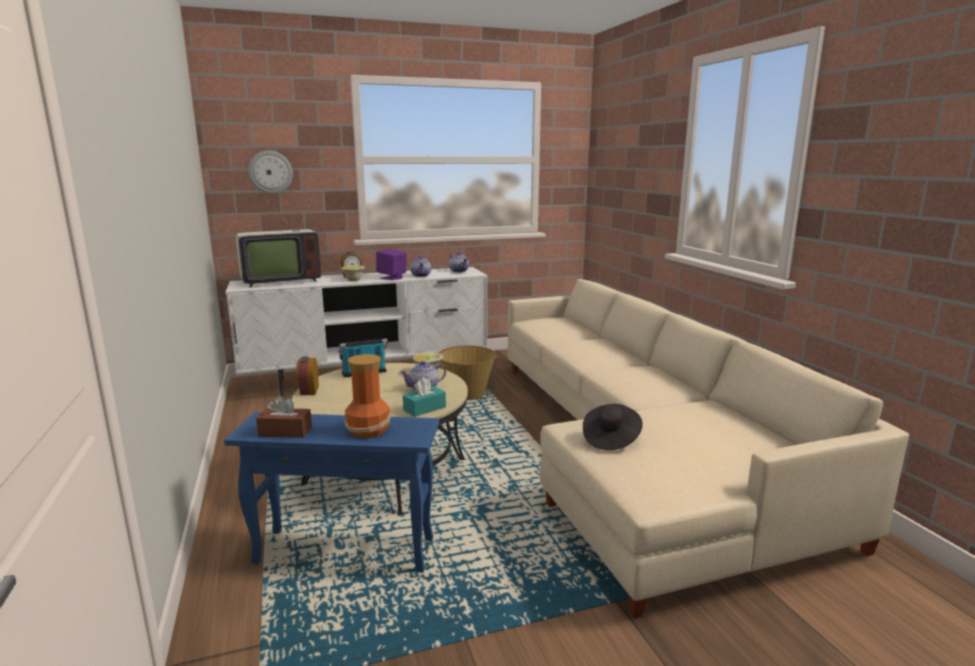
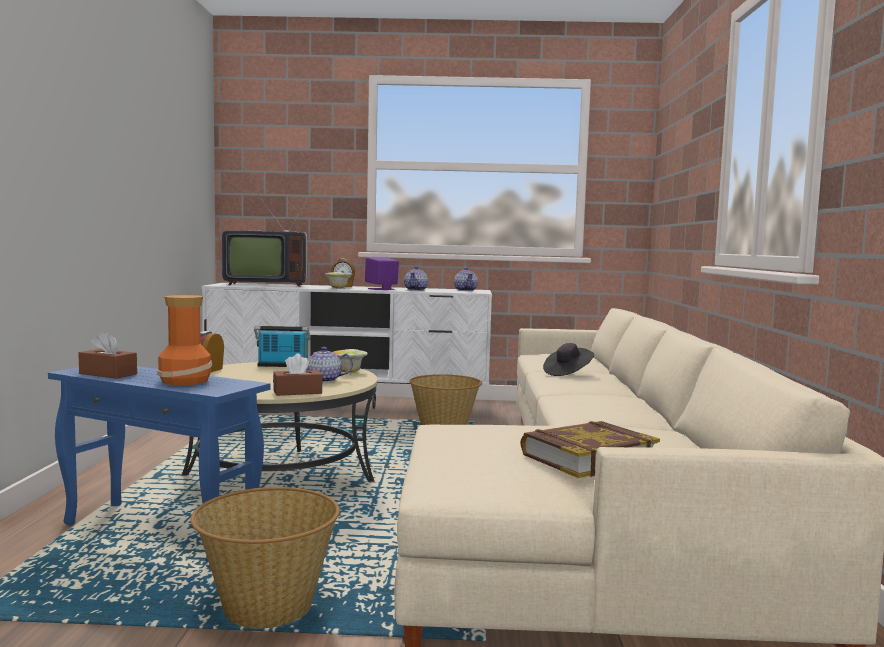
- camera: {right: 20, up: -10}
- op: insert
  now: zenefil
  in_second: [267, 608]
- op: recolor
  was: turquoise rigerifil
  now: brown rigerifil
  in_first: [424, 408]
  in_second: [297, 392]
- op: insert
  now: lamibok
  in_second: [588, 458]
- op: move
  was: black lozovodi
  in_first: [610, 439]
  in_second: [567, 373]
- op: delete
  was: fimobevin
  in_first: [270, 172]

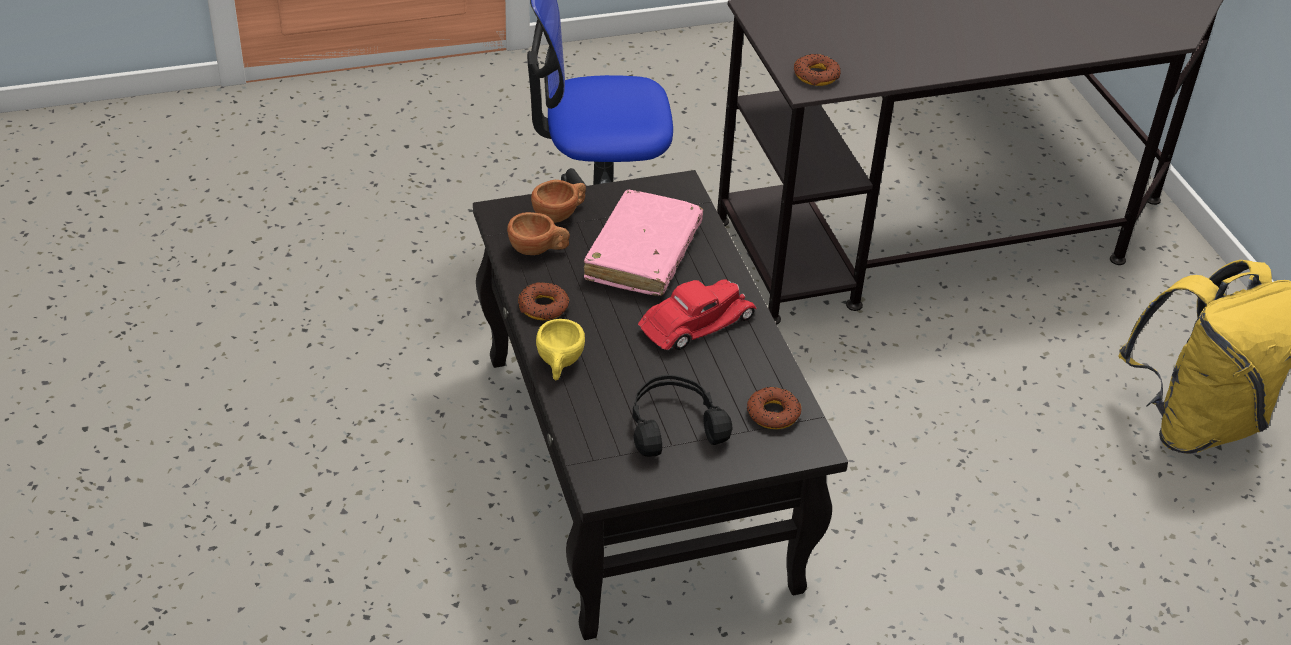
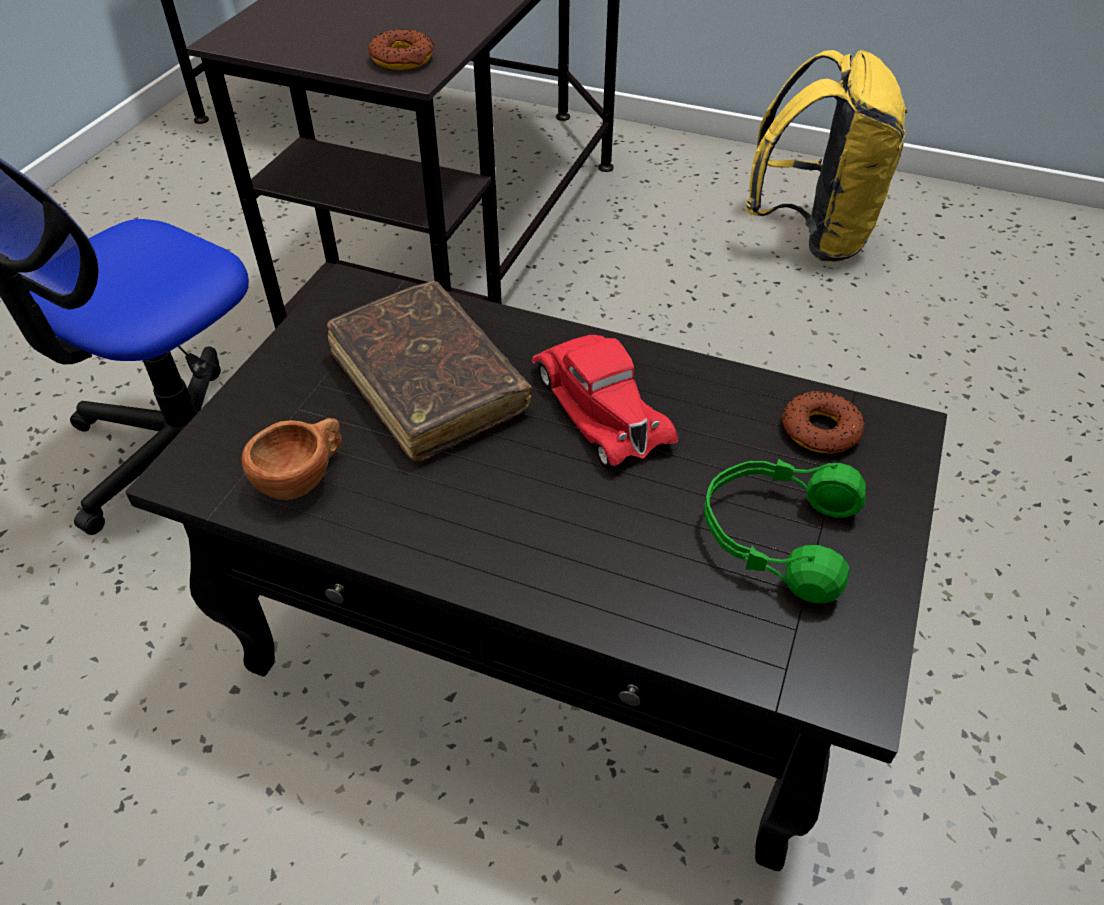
- camera: {right: -50, up: 5}
- op: recolor
  was: pink lamibok
  now: brown lamibok
  in_first: [643, 254]
  in_second: [428, 383]
- op: rotate
  was: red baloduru
  in_first: [696, 323]
  in_second: [600, 407]
  clockwise: 150
- op: recolor
  was: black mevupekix
  now: green mevupekix
  in_first: [673, 425]
  in_second: [775, 535]
- op: delete
  was: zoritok
  in_first: [543, 307]
- op: delete
  was: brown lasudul
  in_first: [560, 214]
- op: delete
  was: yellow lasudul
  in_first: [559, 364]

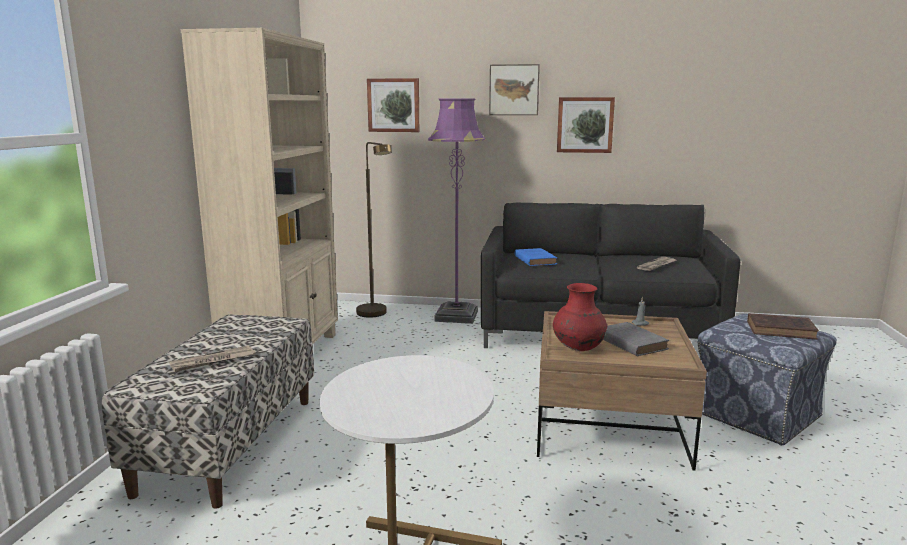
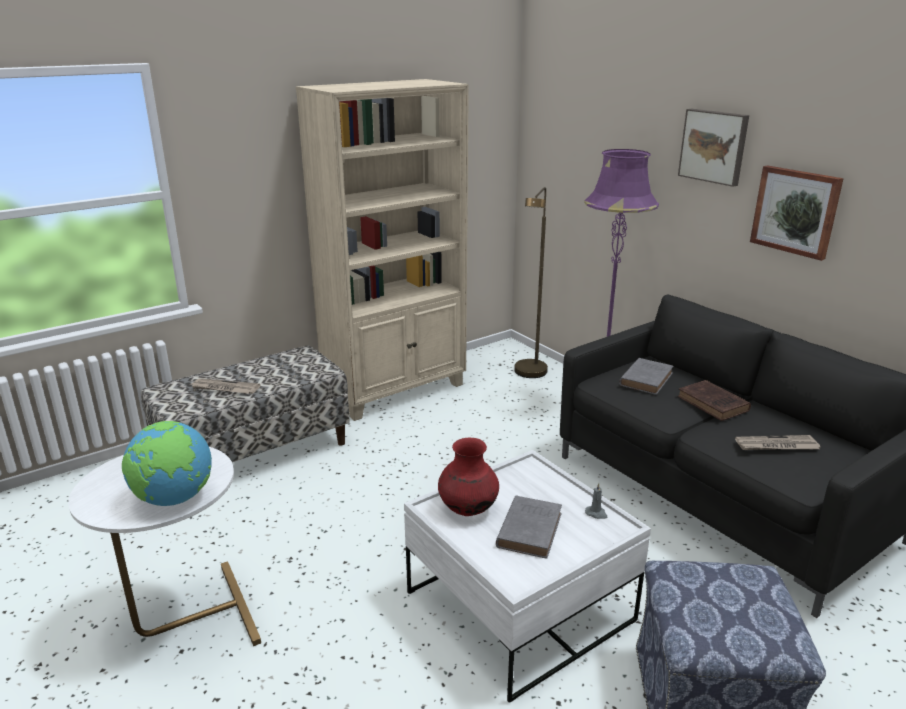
- camera: {right: 45, up: 10}
- op: insert
  now: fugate
  in_second: [174, 498]
- op: recolor
  was: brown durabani
  now: white durabani
  in_first: [609, 426]
  in_second: [520, 606]
- op: recolor
  was: blue lamibok
  now: grey lamibok
  in_first: [534, 260]
  in_second: [646, 379]
- op: move
  was: brown lamibok
  in_first: [782, 330]
  in_second: [714, 404]
- op: delete
  was: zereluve
  in_first: [394, 105]

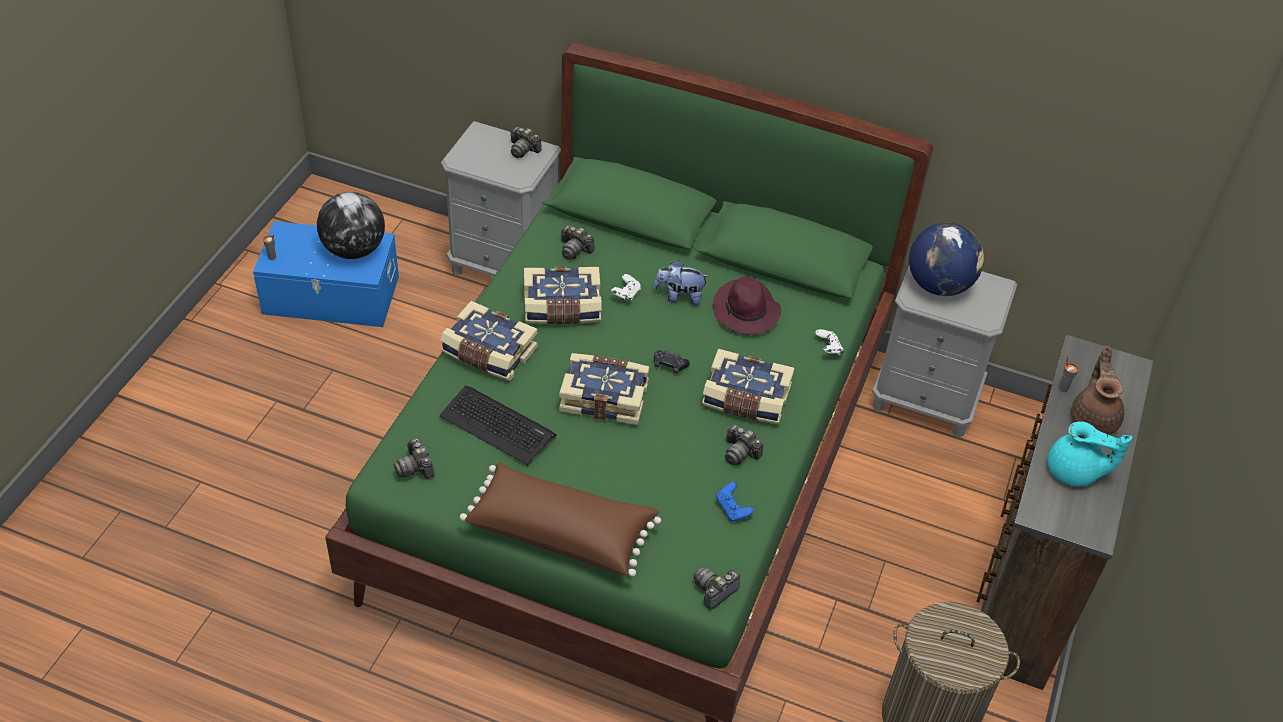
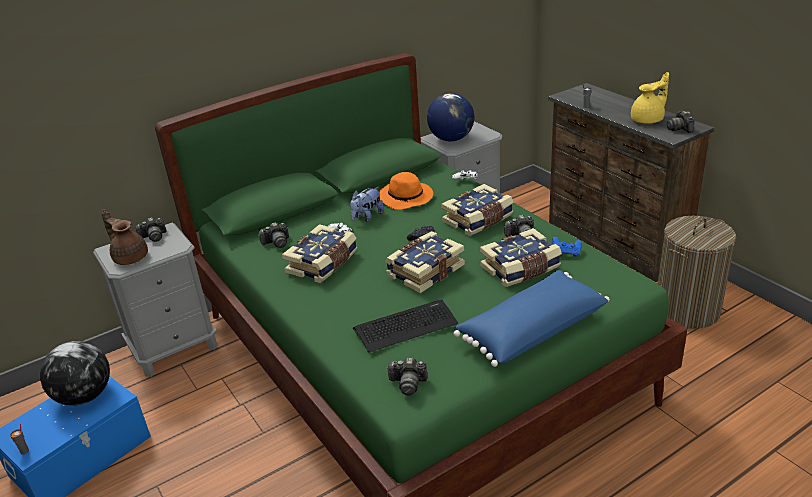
- camera: {right: -50, up: -15}
- op: move
  was: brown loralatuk
  in_first: [1094, 418]
  in_second: [130, 257]
- op: recolor
  was: purple lozovodi
  now: orange lozovodi
  in_first: [746, 312]
  in_second: [407, 198]
- op: recolor
  was: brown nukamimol
  now: blue nukamimol
  in_first: [561, 530]
  in_second: [531, 330]
- op: move
  was: lamibok
  in_first: [488, 353]
  in_second: [521, 269]
- op: recolor
  was: turquoise loralatuk
  now: yellow loralatuk
  in_first: [1074, 472]
  in_second: [648, 120]
- op: move
  was: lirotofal
  in_first: [715, 591]
  in_second: [680, 128]

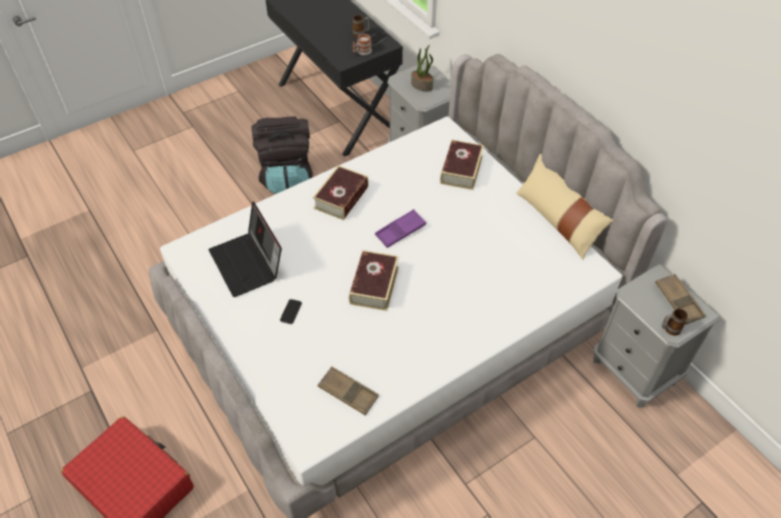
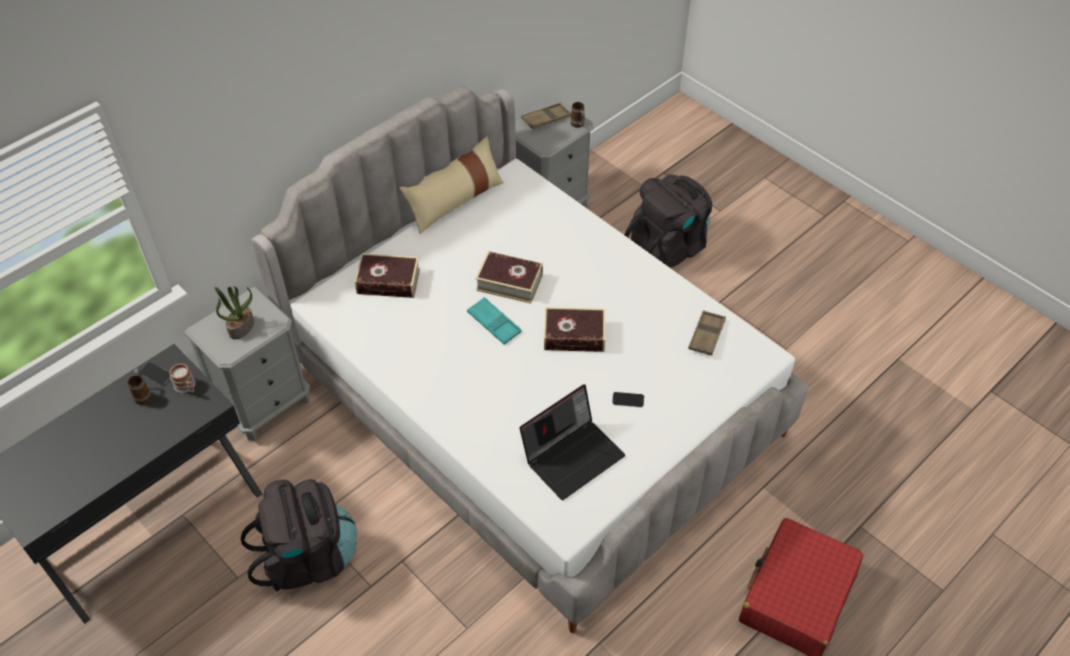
- camera: {right: -100, up: 0}
- op: recolor
  was: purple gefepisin
  now: turquoise gefepisin
  in_first: [400, 231]
  in_second: [494, 323]
- op: move
  was: lamibok
  in_first: [341, 197]
  in_second: [509, 282]
- op: insert
  now: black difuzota
  in_second: [668, 247]

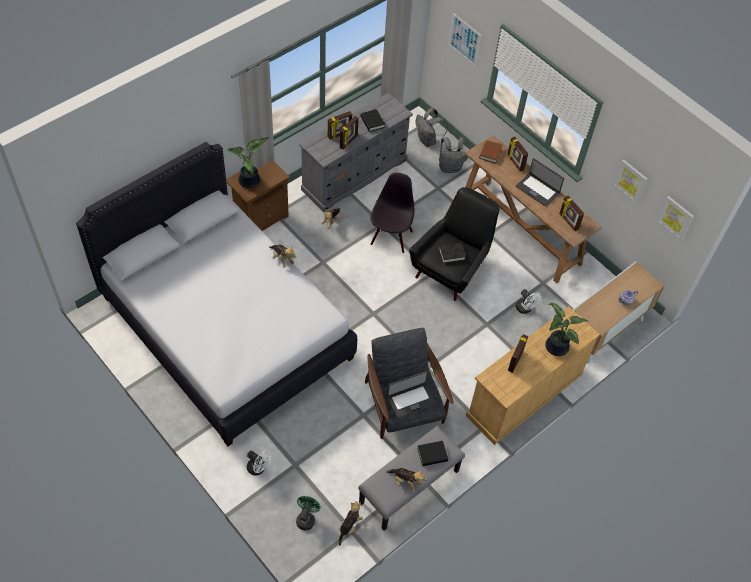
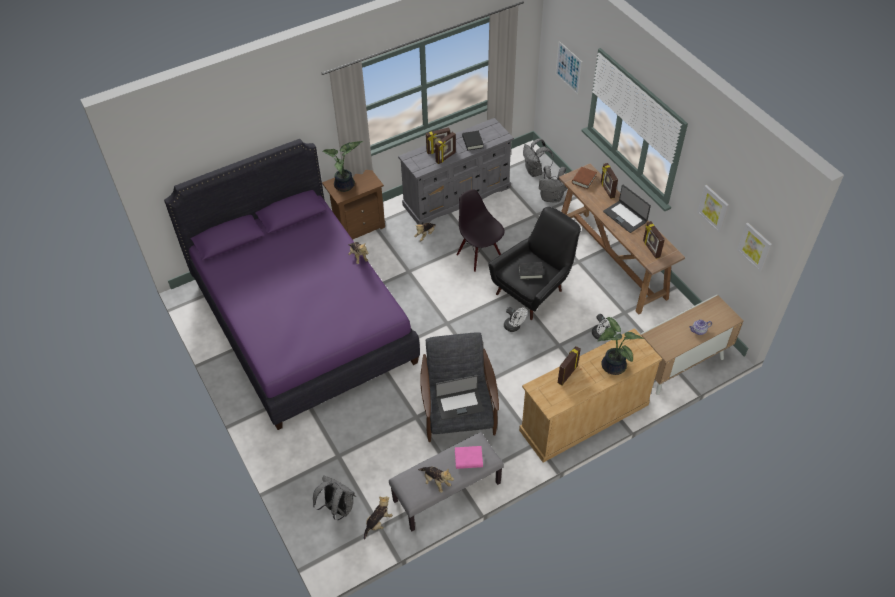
- camera: {right: 15, up: -5}
- op: recolor
  was: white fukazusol
  now: purple fukazusol
  in_first: [226, 327]
  in_second: [302, 321]
- op: replace
  was: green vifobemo
  now: grey difuzota
  in_first: [306, 518]
  in_second: [337, 508]
- op: recolor
  was: black lamibok
  now: pink lamibok
  in_first: [432, 455]
  in_second: [468, 459]
- op: rotate
  was: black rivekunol
  in_first: [390, 237]
  in_second: [479, 255]
  clockwise: -60
- op: move
  was: white vifobemo
  in_first: [258, 468]
  in_second: [514, 327]

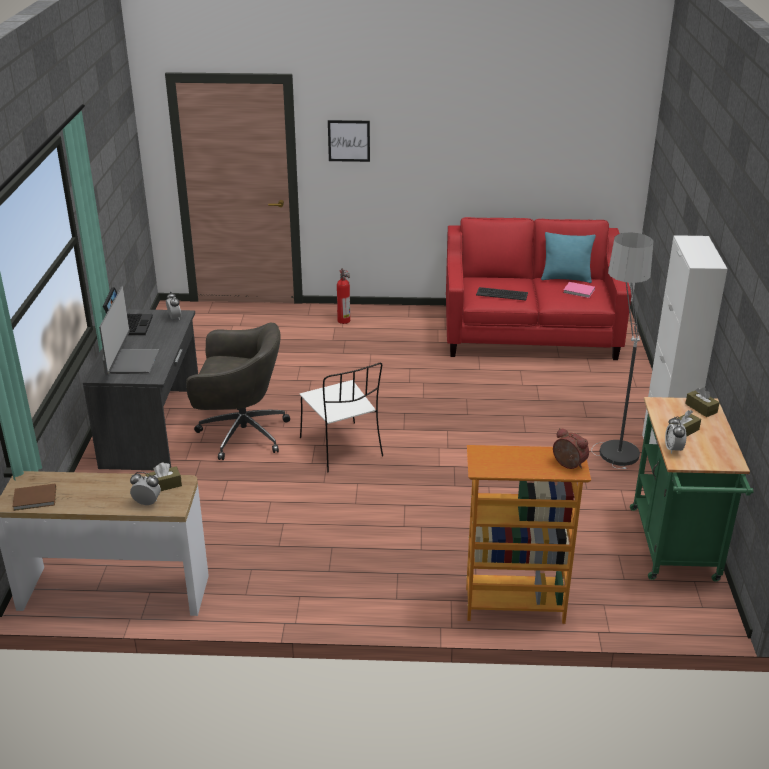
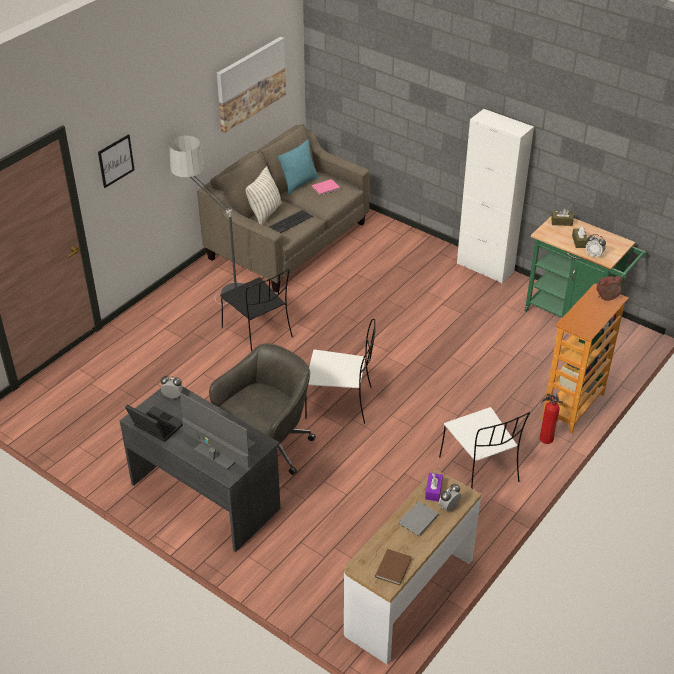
- camera: {right: -55, up: 10}
- op: move
  was: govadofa
  in_first: [612, 437]
  in_second: [217, 286]
- op: recolor
  was: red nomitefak
  now: beige nomitefak
  in_first: [530, 334]
  in_second: [288, 241]
- op: insert
  now: zereluve
  in_second: [250, 83]
- op: insert
  now: black rivekunol
  in_second: [258, 333]
- op: insert
  now: nukamimol
  in_second: [265, 213]
- op: insert
  now: grey lamibok
  in_second: [417, 520]
- op: recolor
  was: brown rigerifil
  now: purple rigerifil
  in_first: [164, 485]
  in_second: [433, 490]
- op: insert
  now: white rivekunol
  in_second: [480, 470]
- op: move
  was: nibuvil
  in_first: [343, 320]
  in_second: [545, 438]

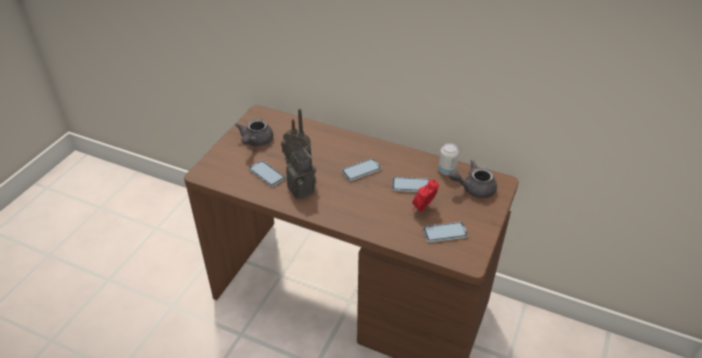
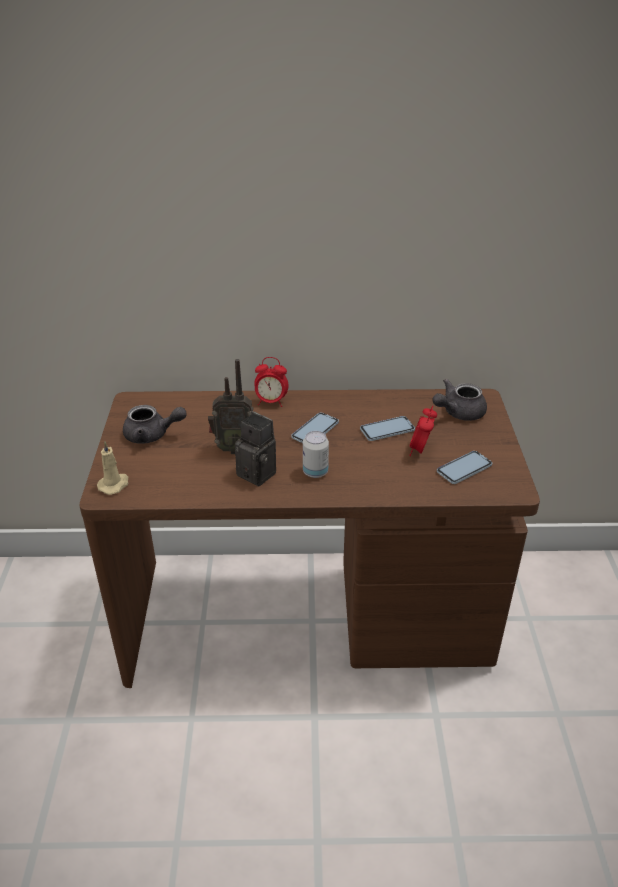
- camera: {right: -25, up: -5}
- op: insert
  now: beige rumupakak
  in_second: [114, 484]
- op: rotate
  was: grey loralatuk
  in_first: [255, 142]
  in_second: [152, 435]
  clockwise: -75
- op: insert
  now: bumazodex
  in_second: [271, 402]
- op: move
  was: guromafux
  in_first: [446, 171]
  in_second: [315, 472]
- op: delete
  was: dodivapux
  in_first: [266, 174]

